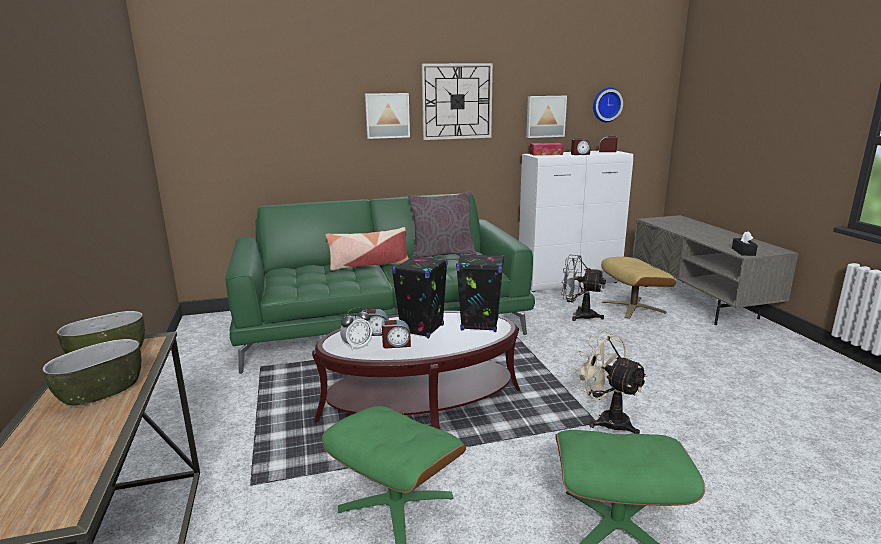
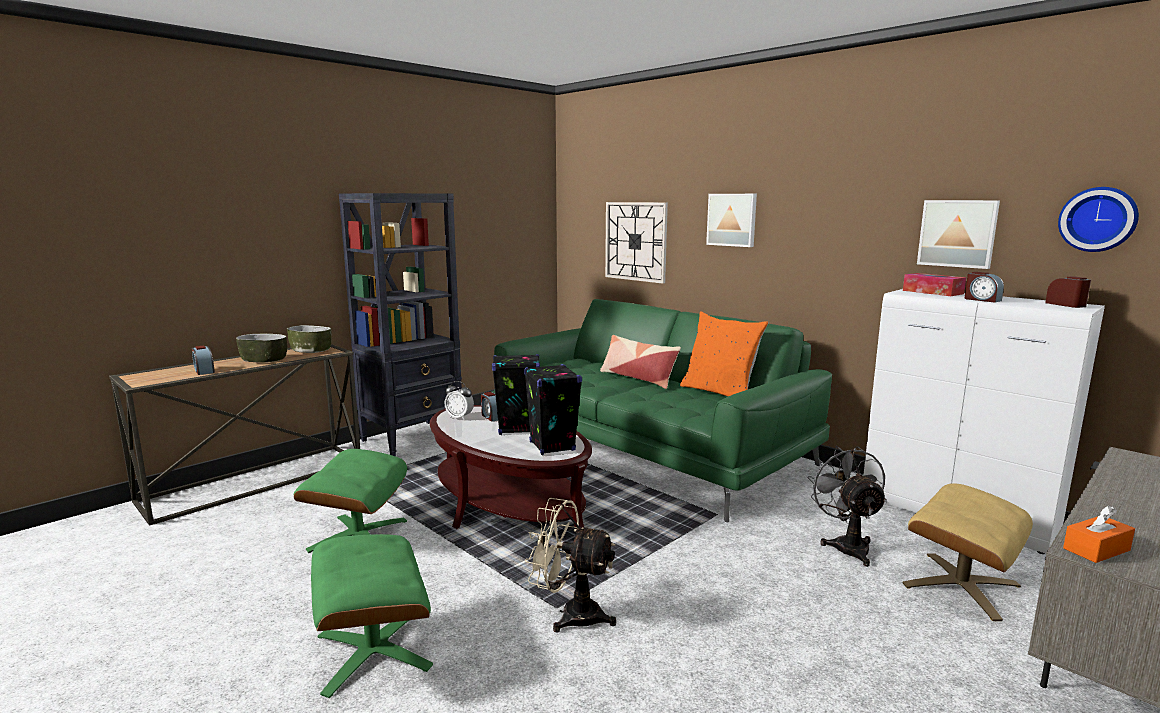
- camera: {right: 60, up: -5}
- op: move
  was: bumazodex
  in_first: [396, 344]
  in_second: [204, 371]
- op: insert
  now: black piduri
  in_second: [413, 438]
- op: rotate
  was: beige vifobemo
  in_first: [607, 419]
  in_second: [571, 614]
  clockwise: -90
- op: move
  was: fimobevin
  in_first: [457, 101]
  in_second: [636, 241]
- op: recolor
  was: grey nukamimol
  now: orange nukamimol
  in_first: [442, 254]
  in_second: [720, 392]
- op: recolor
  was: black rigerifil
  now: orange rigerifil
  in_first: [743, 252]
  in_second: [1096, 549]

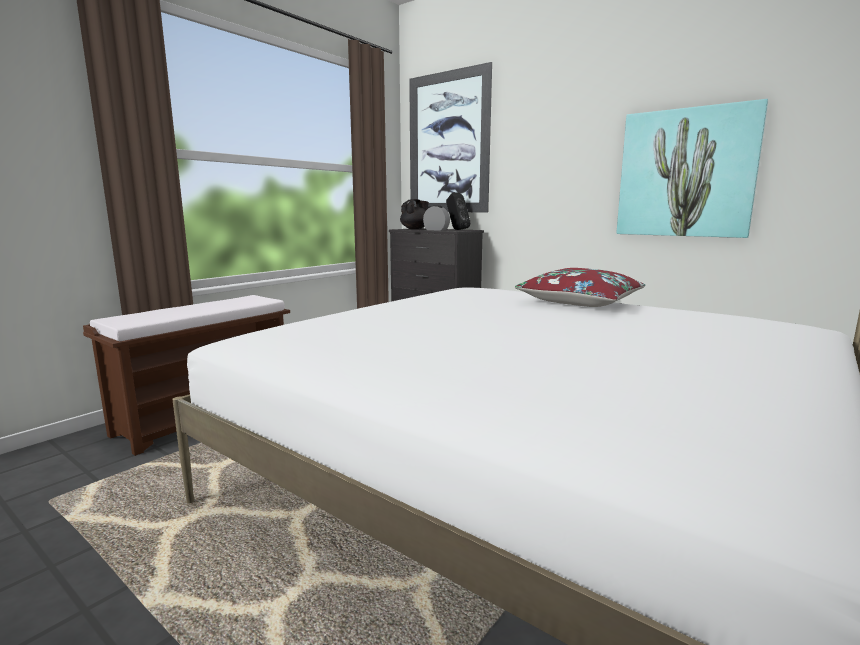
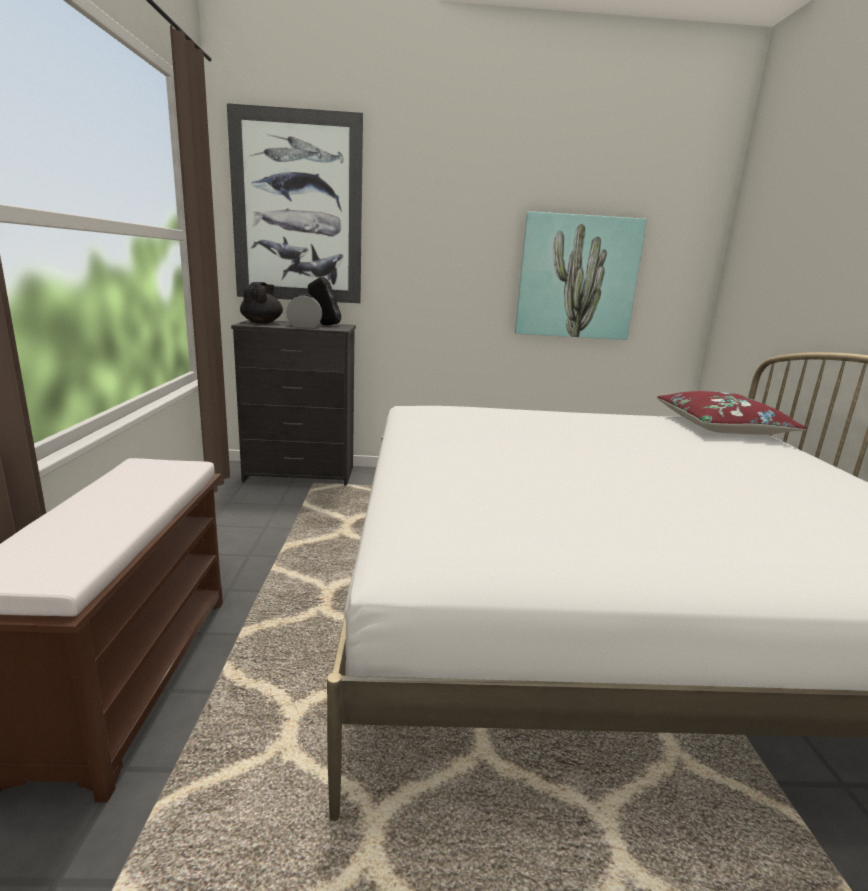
- camera: {right: -40, up: 5}
- op: move
  was: red nukamimol
  in_first: [580, 301]
  in_second: [722, 427]

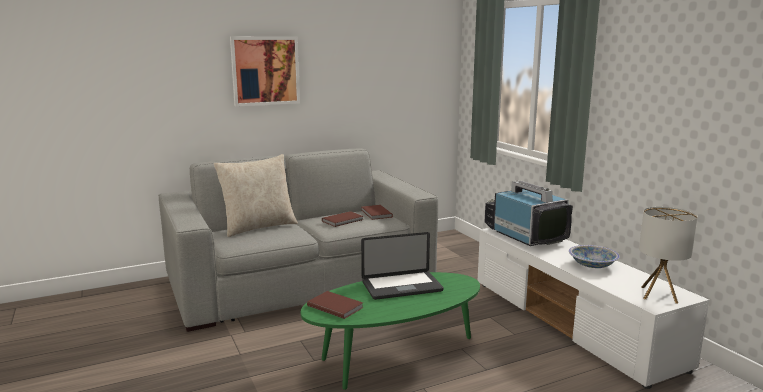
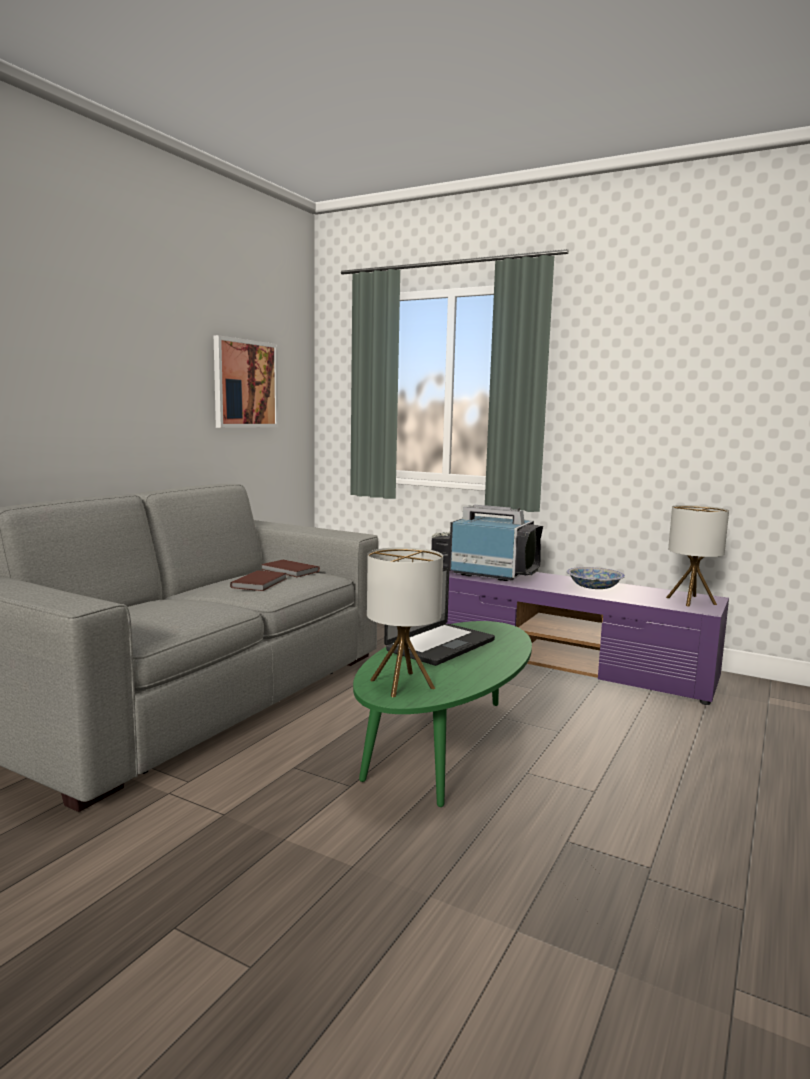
- camera: {right: -35, up: -5}
- op: move
  was: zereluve
  in_first: [265, 71]
  in_second: [245, 384]
- op: replace
  was: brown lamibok
  now: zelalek
  in_first: [335, 306]
  in_second: [402, 684]
- op: recolor
  was: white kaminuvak
  now: purple kaminuvak
  in_first: [572, 323]
  in_second: [567, 664]
- op: delete
  was: beige nukamimol
  in_first: [258, 227]

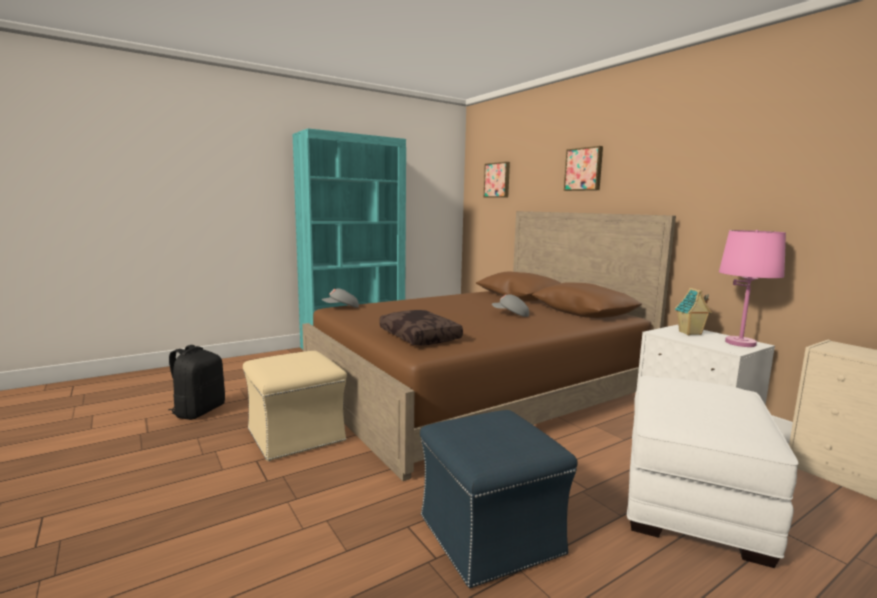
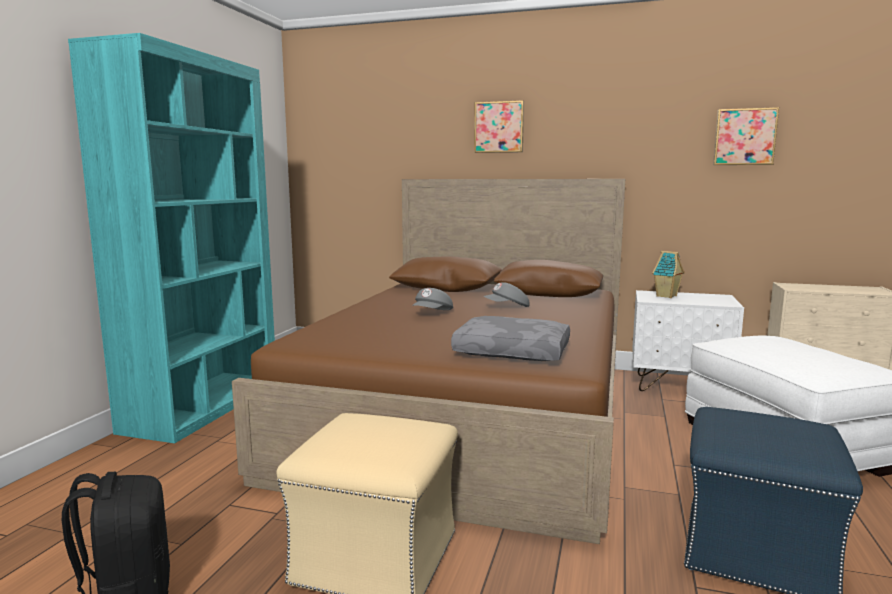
- camera: {right: -40, up: 0}
- op: move
  was: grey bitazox
  in_first: [341, 308]
  in_second: [432, 313]
- op: recolor
  was: brown nukamimol
  now: grey nukamimol
  in_first: [421, 337]
  in_second: [513, 351]
- op: move
  was: zereluve
  in_first: [497, 180]
  in_second: [744, 137]
- op: delete
  was: pink zelalek
  in_first: [740, 343]

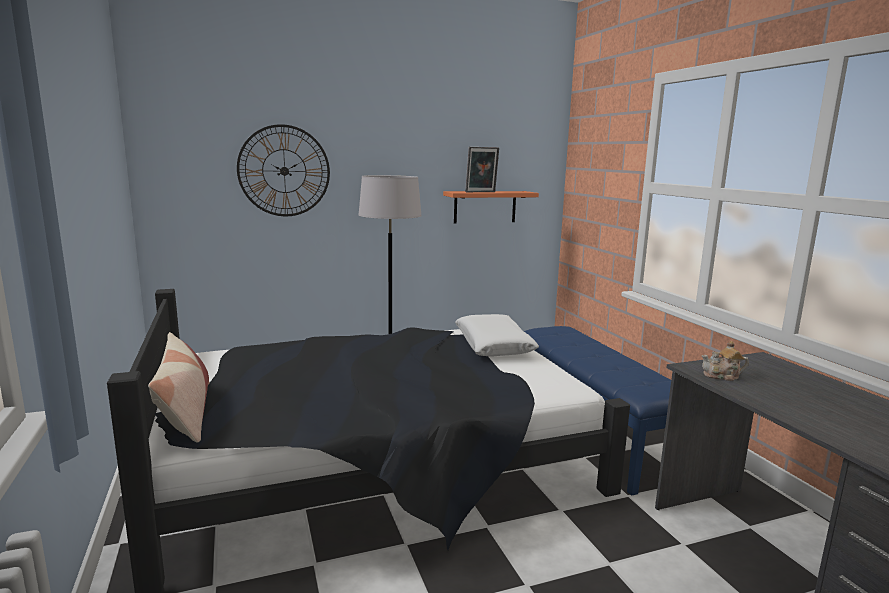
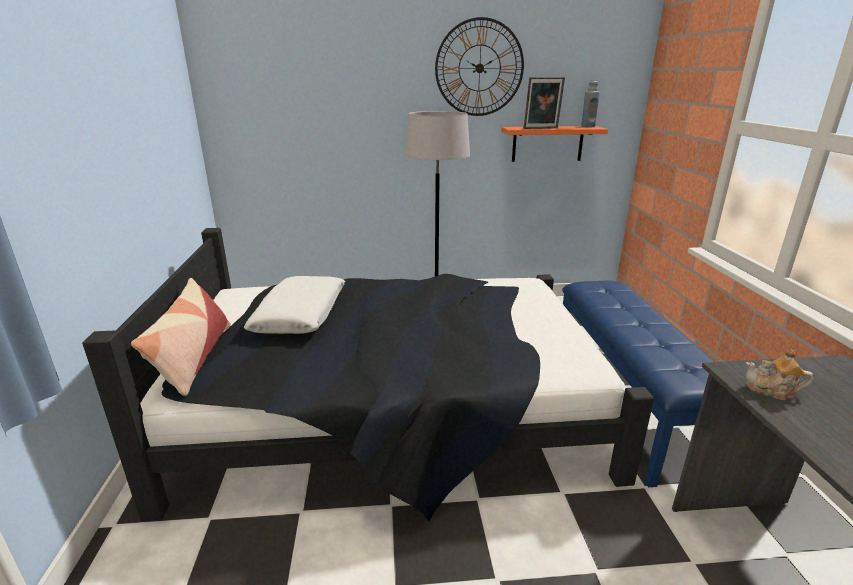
- camera: {right: 15, up: 10}
- op: move
  was: white nukamimol
  in_first: [494, 345]
  in_second: [301, 315]
- op: move
  was: fimobevin
  in_first: [284, 171]
  in_second: [479, 68]
- op: insert
  now: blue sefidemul
  in_second: [588, 126]

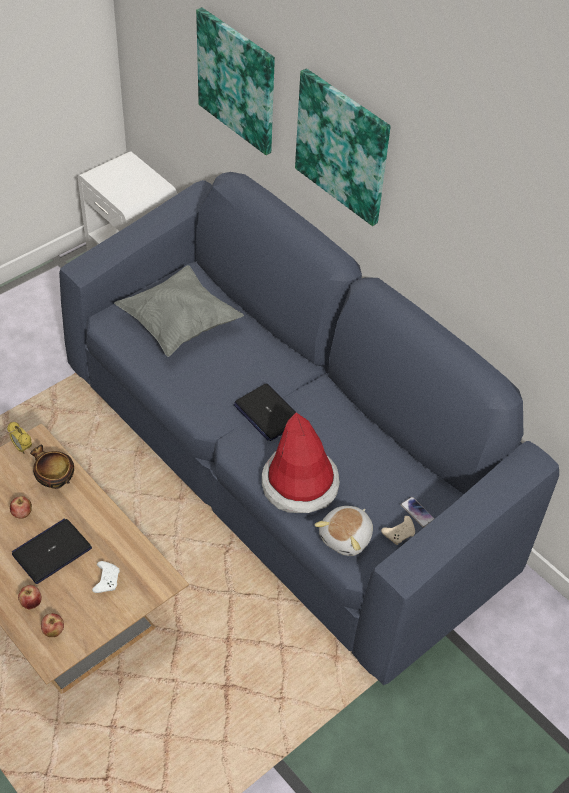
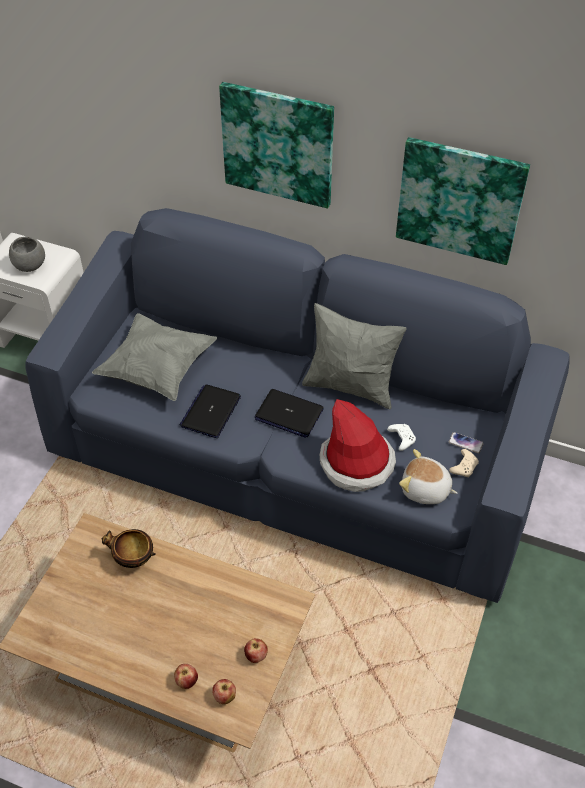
- camera: {right: -25, up: 0}
- op: insert
  now: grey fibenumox
  in_second: [30, 266]
- op: move
  was: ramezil
  in_first: [52, 551]
  in_second: [211, 411]
- op: move
  was: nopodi
  in_first: [22, 514]
  in_second: [256, 656]
- op: insert
  now: grey nukamimol
  in_second: [351, 386]
- op: move
  was: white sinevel
  in_first: [106, 580]
  in_second: [401, 438]
- op: move
  was: zereluve
  in_first: [237, 80]
  in_second: [460, 200]
- op: rotate
  was: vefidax
  in_first: [347, 538]
  in_second: [425, 490]
  clockwise: 105
- op: delete
  was: bumazodex
  in_first: [22, 448]

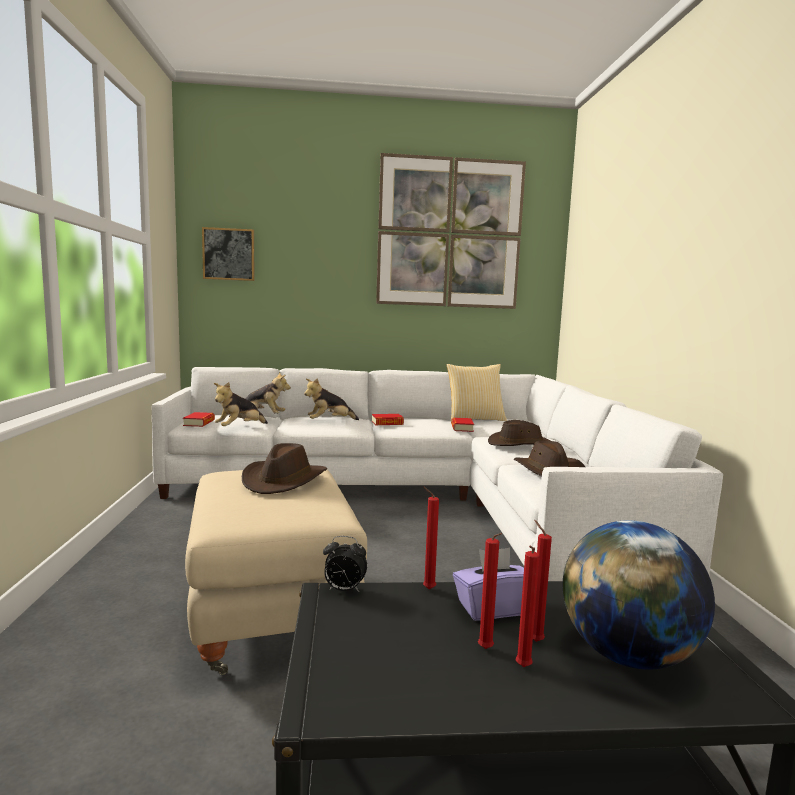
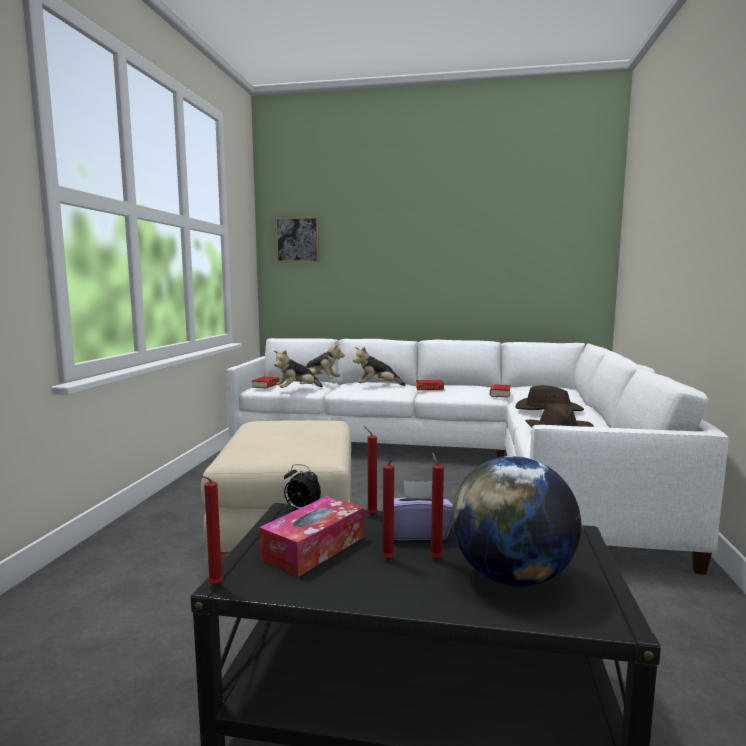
- camera: {right: 15, up: 0}
- op: move
  was: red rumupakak
  in_first: [522, 668]
  in_second: [213, 586]
- op: insert
  now: rigerifil
  in_second: [314, 548]
- op: delete
  was: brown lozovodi
  in_first: [284, 480]
- op: delete
  was: zereluve
  in_first: [449, 233]
- op: delete
  was: nukamimol
  in_first: [474, 420]

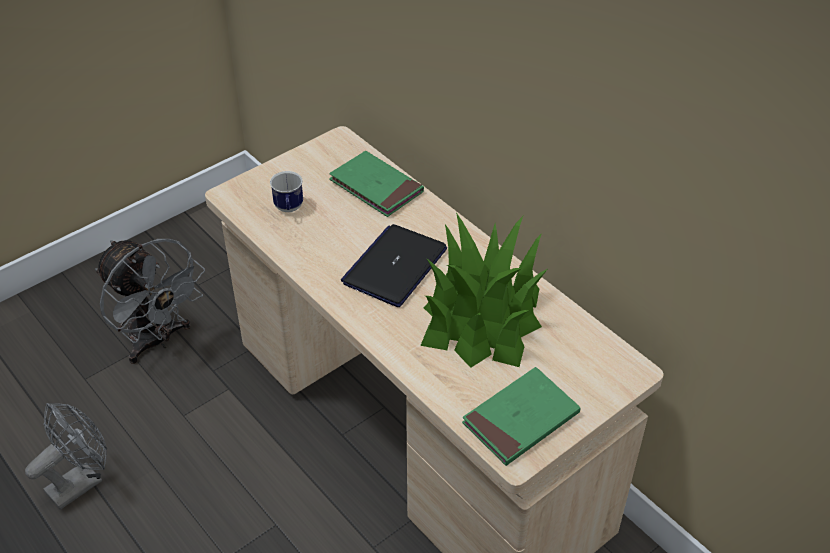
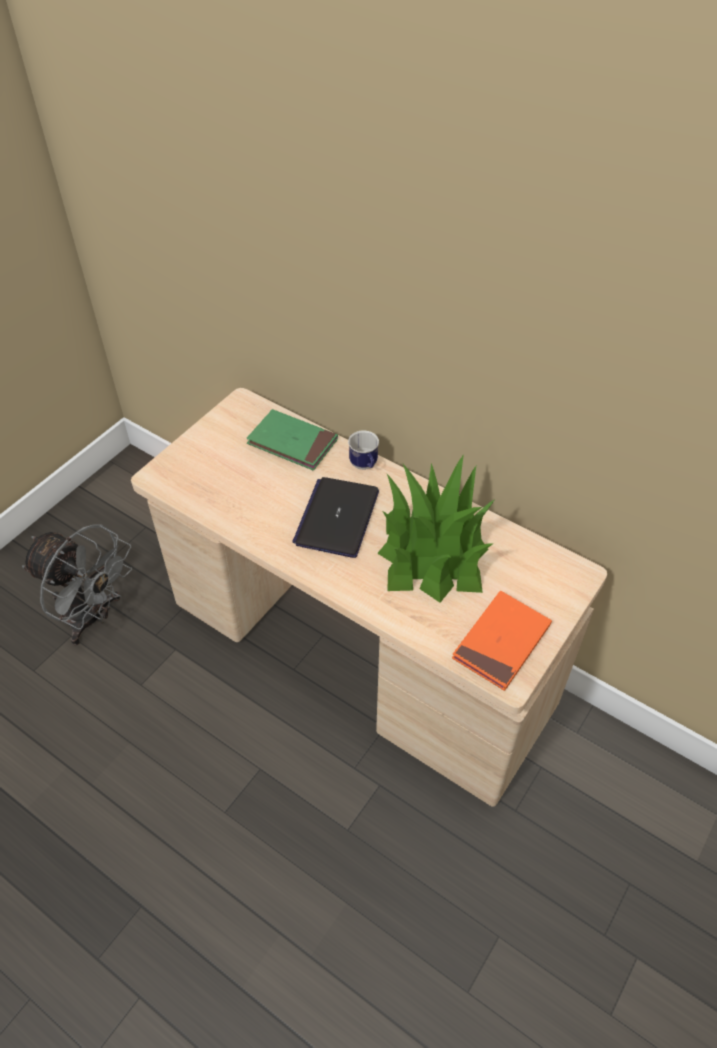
- camera: {right: -15, up: 5}
- op: move
  was: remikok
  in_first: [289, 209]
  in_second: [365, 466]
- op: recolor
  was: green lamibok
  now: orange lamibok
  in_first: [520, 419]
  in_second: [501, 642]
- op: delete
  was: grey vifobemo
  in_first: [81, 481]

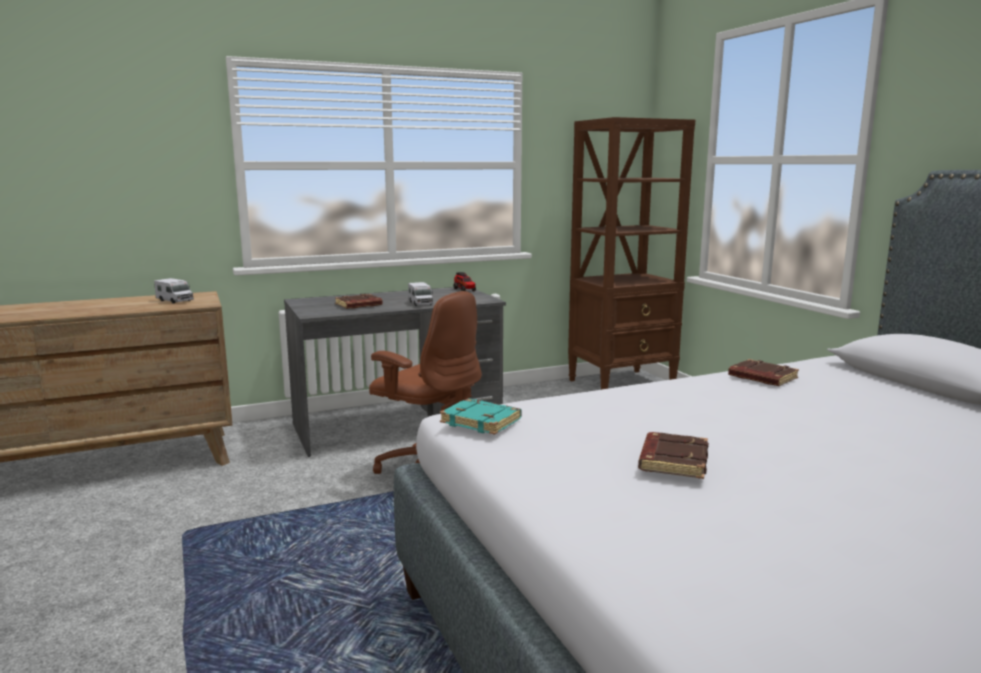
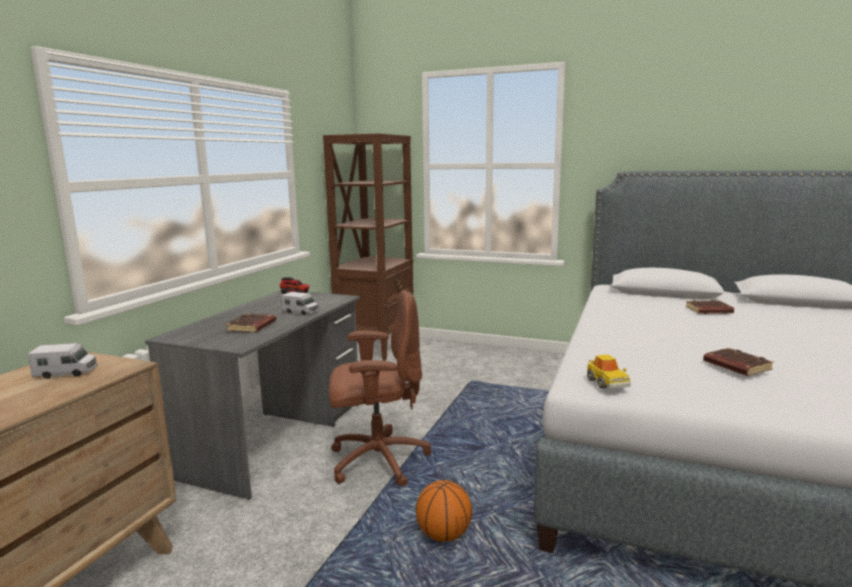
- camera: {right: -45, up: 0}
- op: insert
  now: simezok
  in_second: [444, 535]
- op: replace
  was: turquoise lamibok
  now: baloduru
  in_first: [482, 421]
  in_second: [607, 383]
- op: move
  was: brown lamibok
  in_first: [761, 378]
  in_second: [709, 311]

